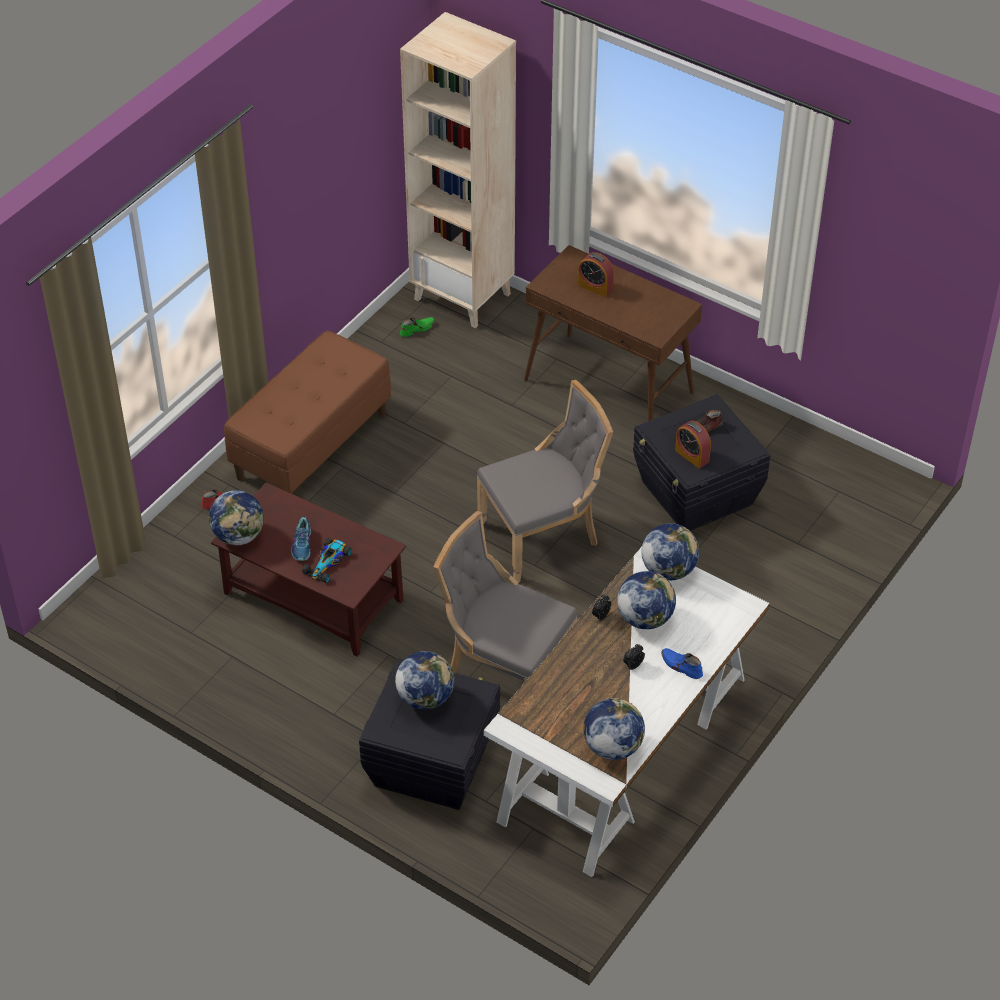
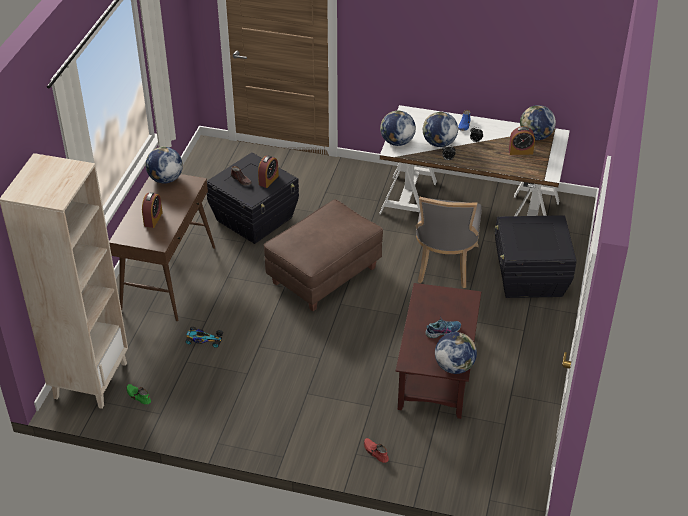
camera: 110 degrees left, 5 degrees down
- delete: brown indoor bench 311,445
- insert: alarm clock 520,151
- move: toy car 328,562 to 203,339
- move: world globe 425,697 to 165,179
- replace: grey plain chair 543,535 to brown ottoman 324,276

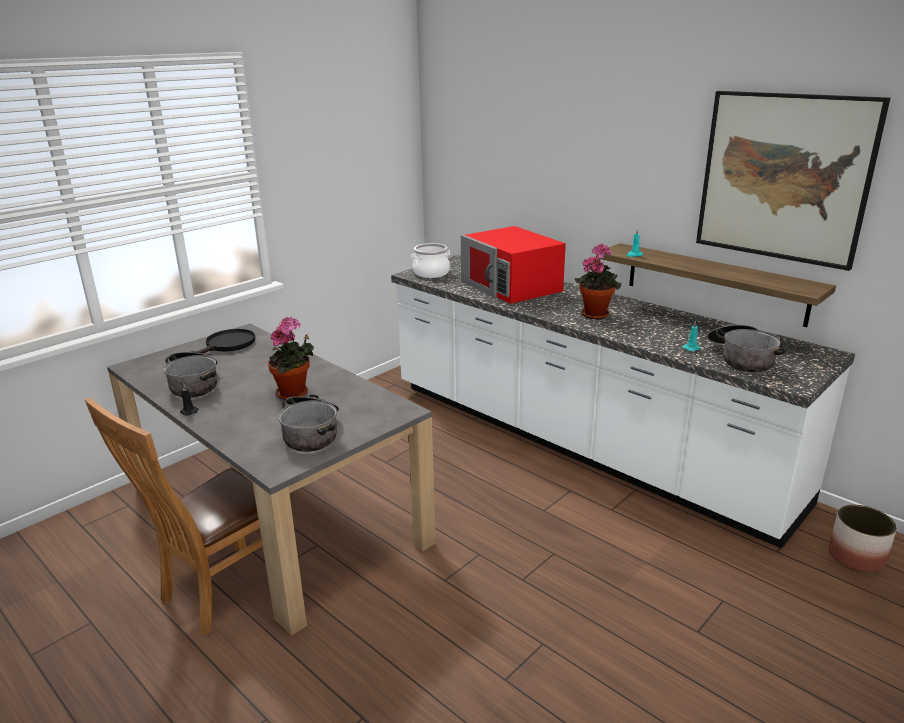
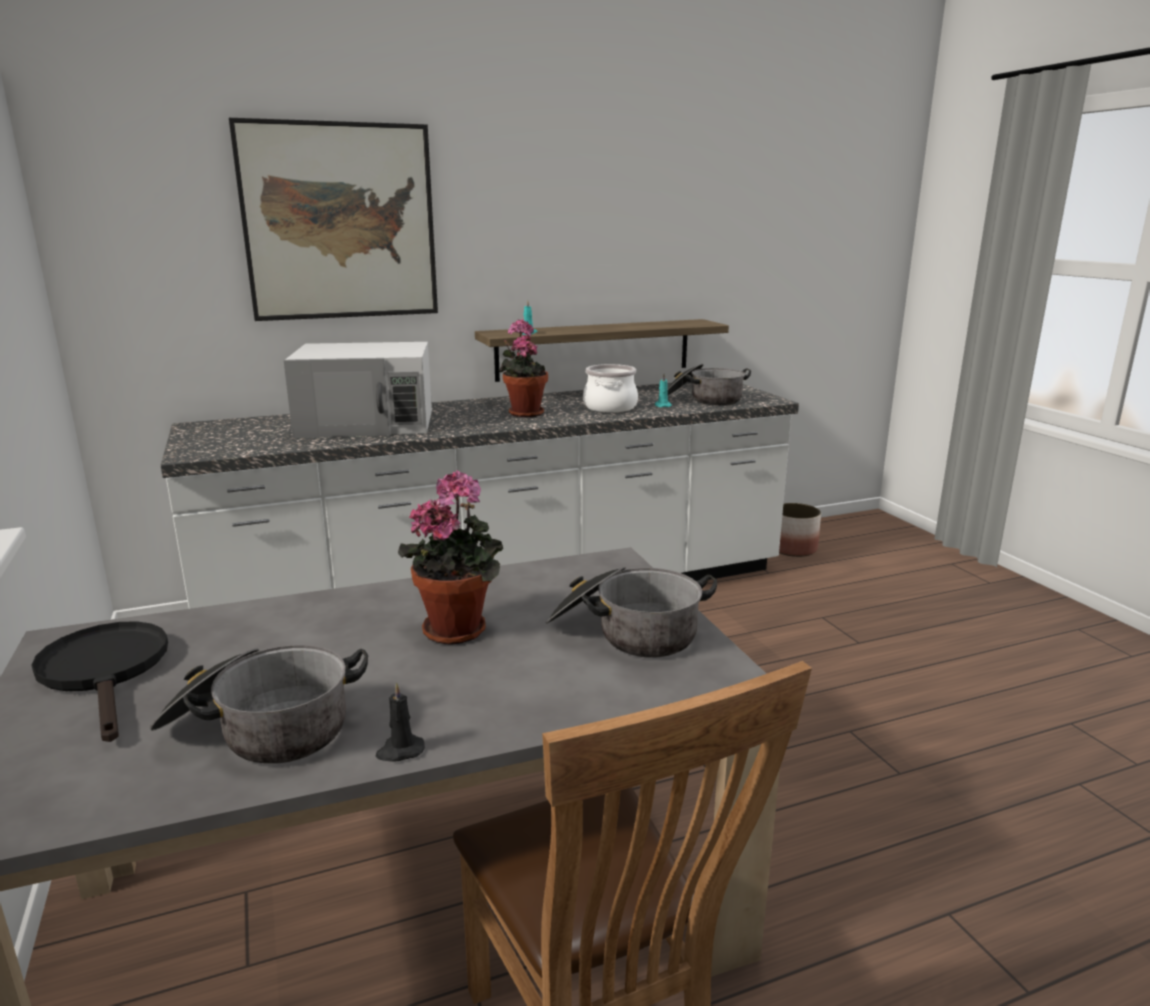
camera: 65 degrees left, 5 degrees down
- move: saucepot 431,273 to 609,407
- move: wall picture 783,177 to 340,222
- recolor: red microwave oven 511,286 to white-coloured microwave oven 368,423

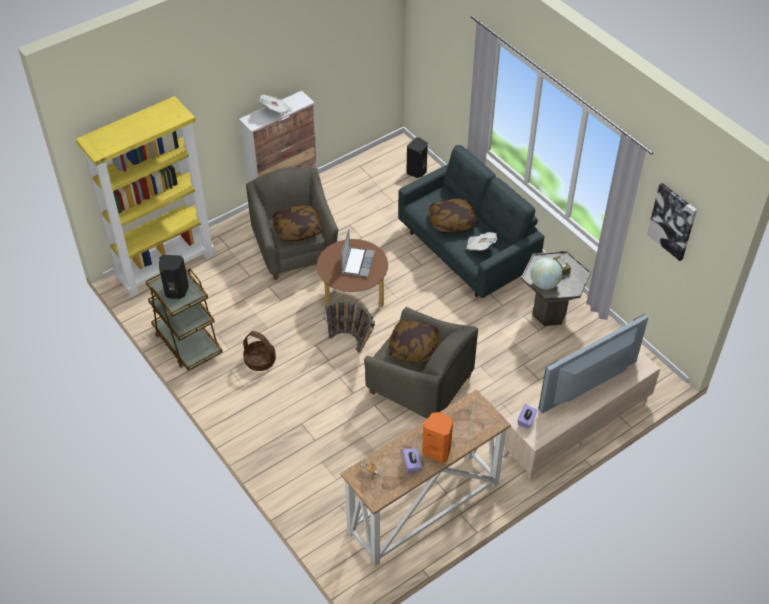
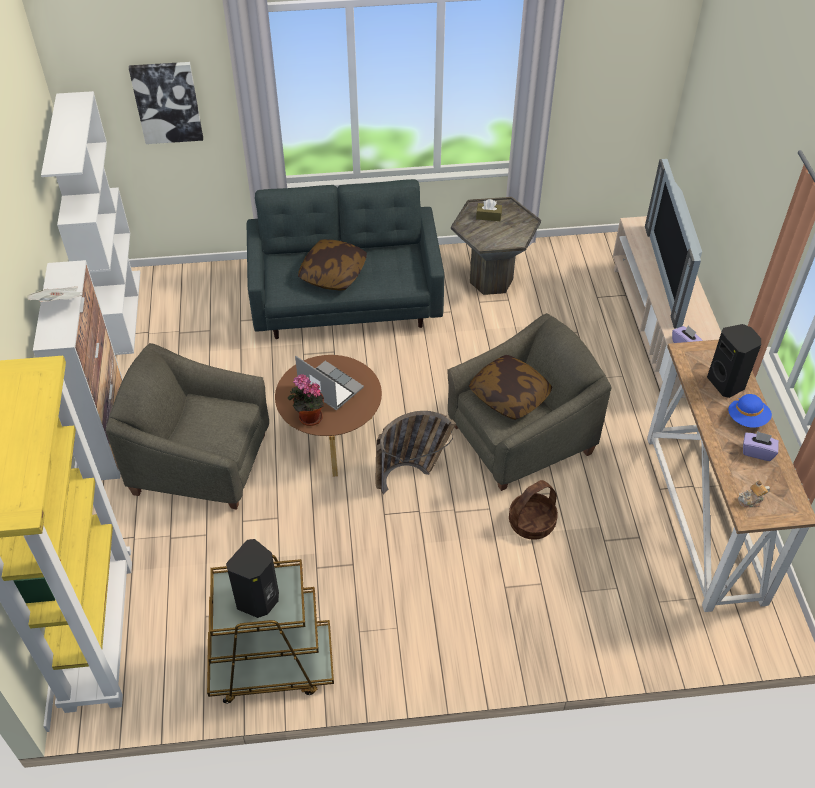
camera: 60 degrees left, 0 degrees up
- delete: cushion 297,229
- delete: daily paper 480,247
- delete: world globe 544,284
- insert: white-coloured bookshelf 120,312
- insert: houseplant 308,418
- move: storage basket 259,360 to 531,523
- move: black-coloured speaker 417,172 to 727,383
- move: wall picture 672,221 to 167,102
- replace: orange-coloured speaker 437,451 to blue-coloured clothing hat 747,418

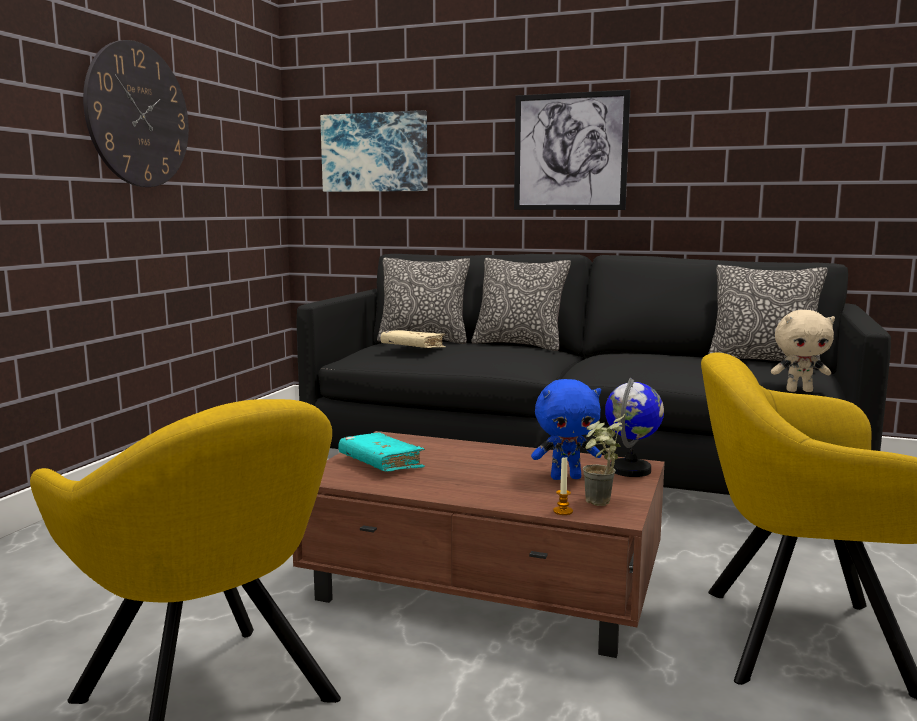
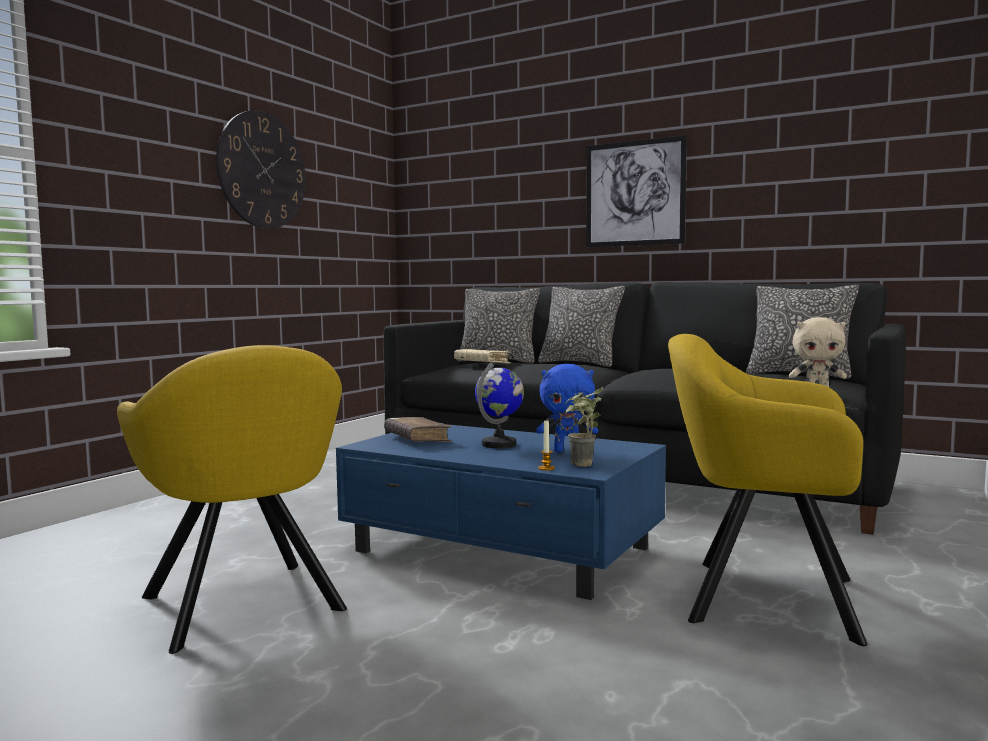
camera: 10 degrees right, 5 degrees down
- delete: wall picture 375,152
- move: world globe 631,470 to 499,444
- recolor: brown lounge table 486,587 to blue-coloured lounge table 503,550
- recolor: blue-green volume 381,463 to brown volume 417,439

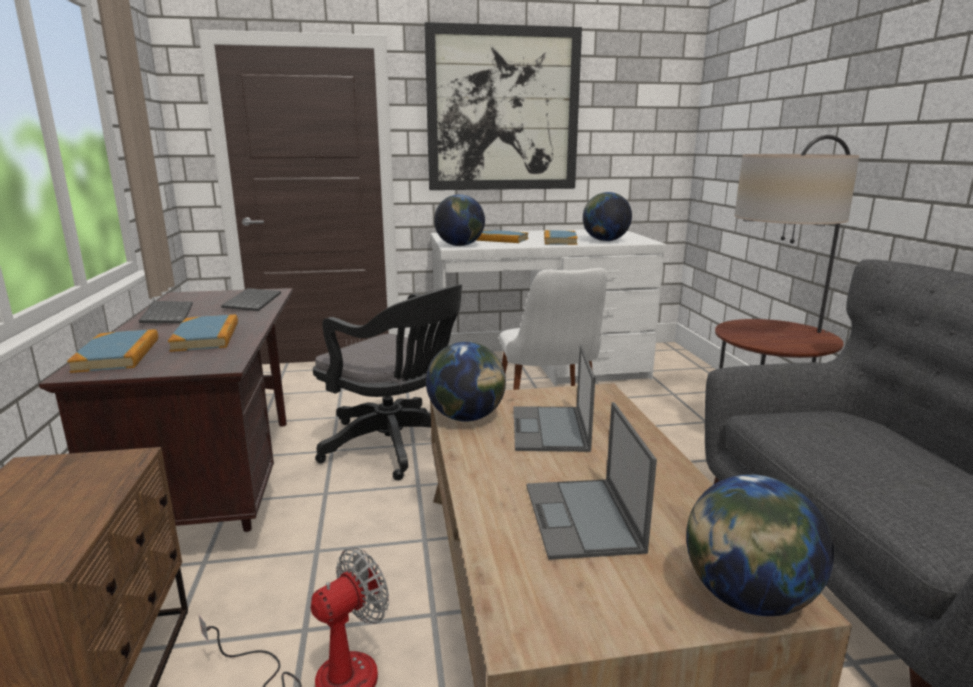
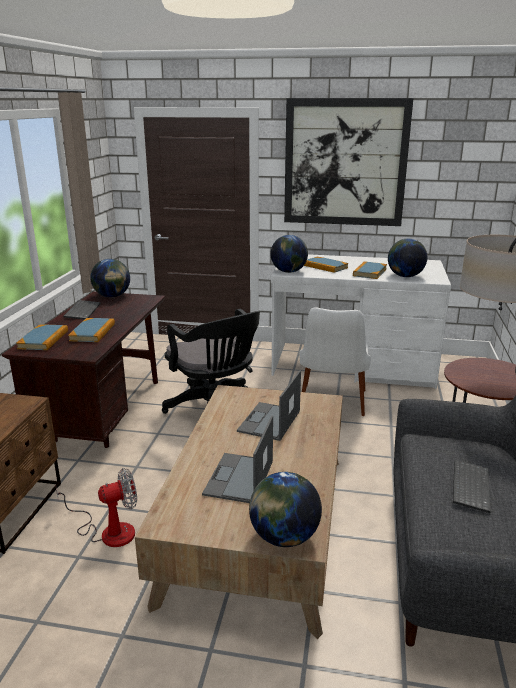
camera: 20 degrees right, 5 degrees up
- move: computer keyboard 252,301 to 469,486
- move: world globe 466,417 to 112,296

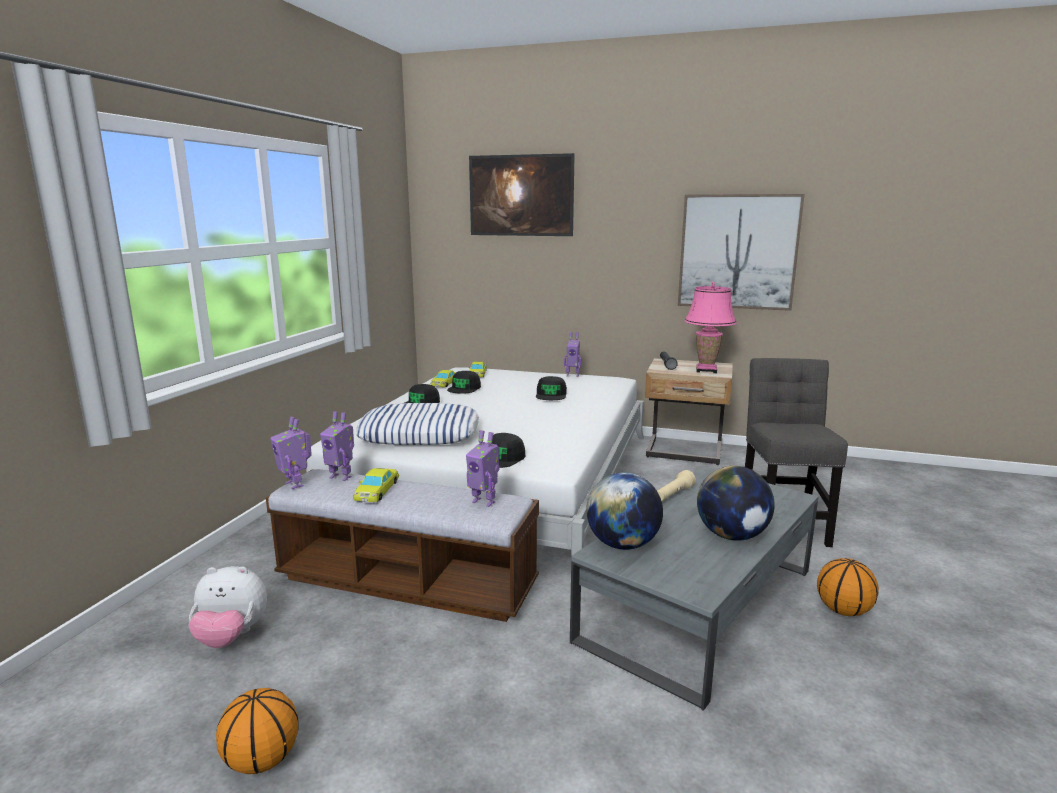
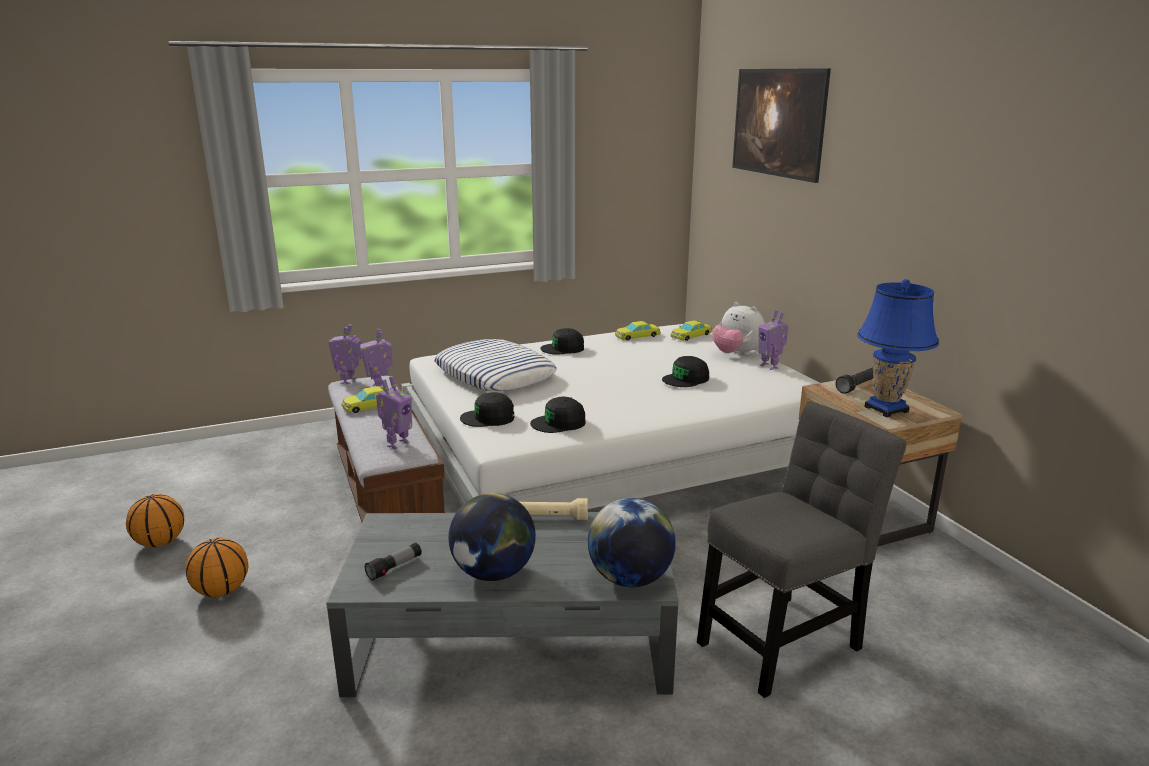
camera: 50 degrees right, 5 degrees up
- delete: wall picture 738,252
- insert: torch 395,568
- move: plush toy 231,637 to 736,354
- move: black-coloured peaked cap 464,388 to 559,423
- move: world globe 622,544 to 630,579
- move: ball for basketball 844,610 to 222,591
- recolor: pink table lamp 706,370 to blue-coloured table lamp 886,409
- rotate: model robot 484,501 = 397,444 135 degrees counterclockwise

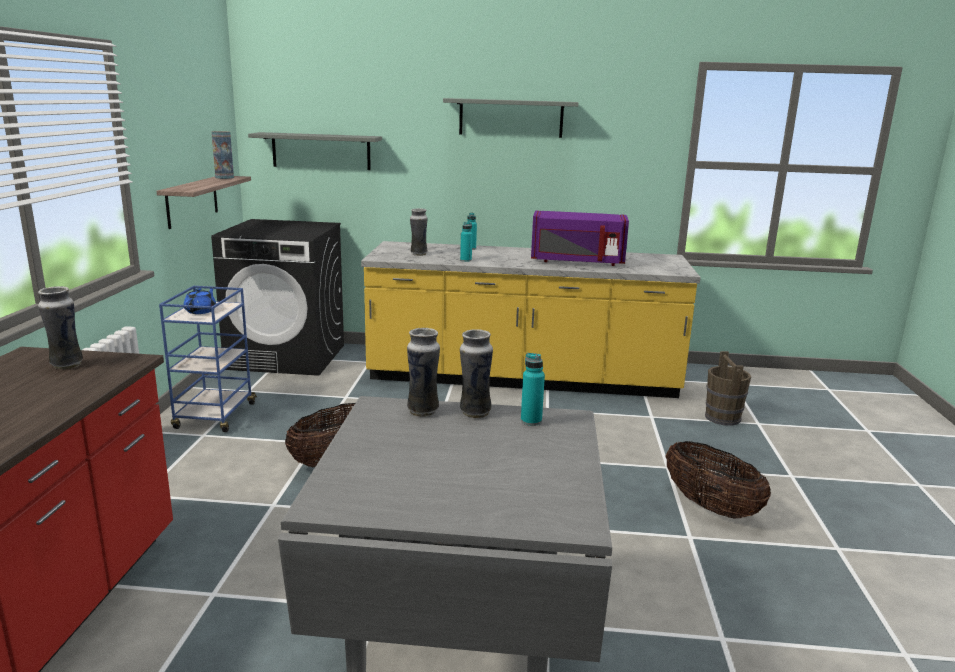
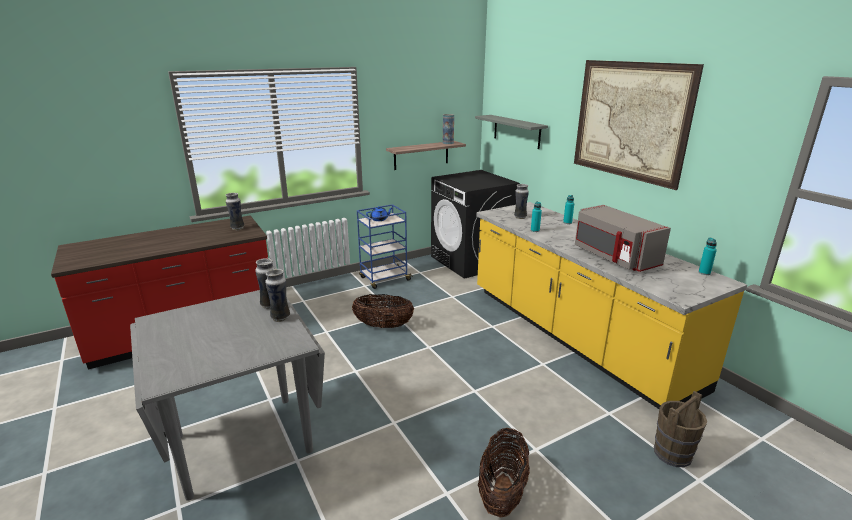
camera: 55 degrees right, 5 degrees up
- move: blue-green beverage bottle 531,421 to 704,273
- replace: grey shelf 511,118 to wall picture 630,121
- recolor: purple microwave oven 577,261 to grey microwave oven 613,257

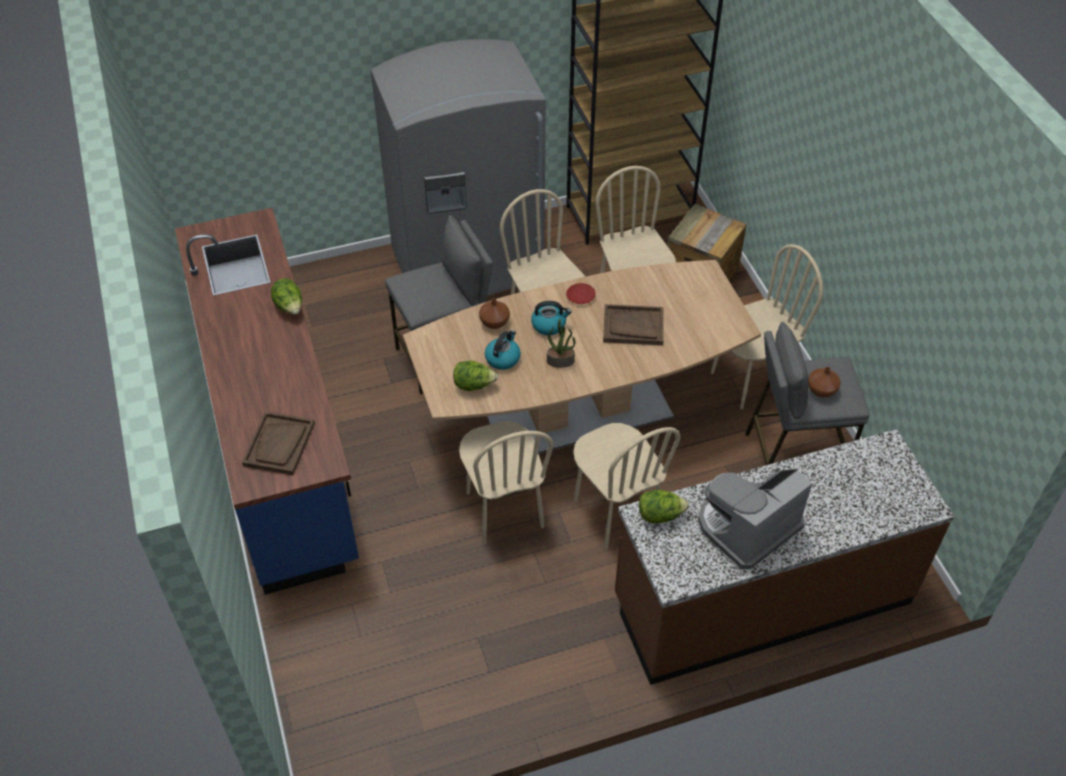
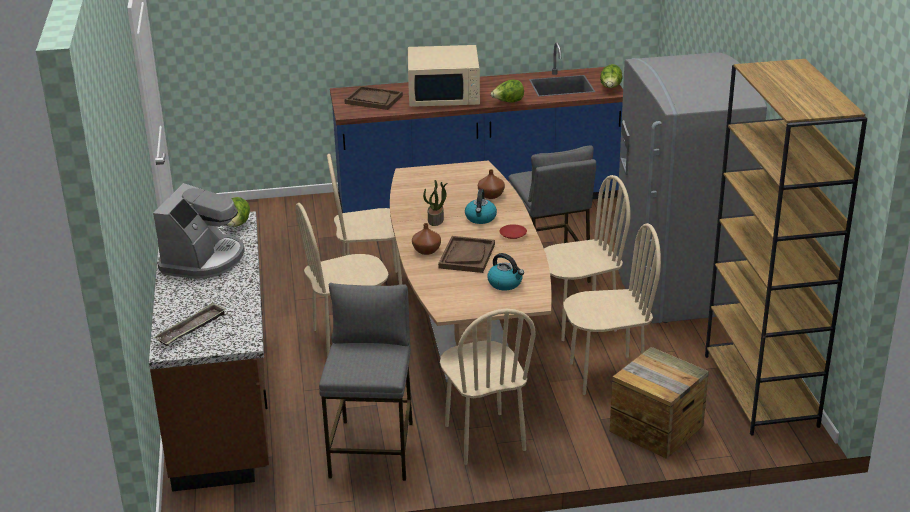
camera: 100 degrees right, 20 degrees down
- insert: tray 191,328
- insert: beige-coloured microwave oven 444,94
- move: head of lettuce 474,385 to 610,88
- move: tea kettle 503,358 to 505,283
- move: brown vase 821,389 to 427,251
- rotate: coffee maker 746,526 = 203,260 45 degrees clockwise

